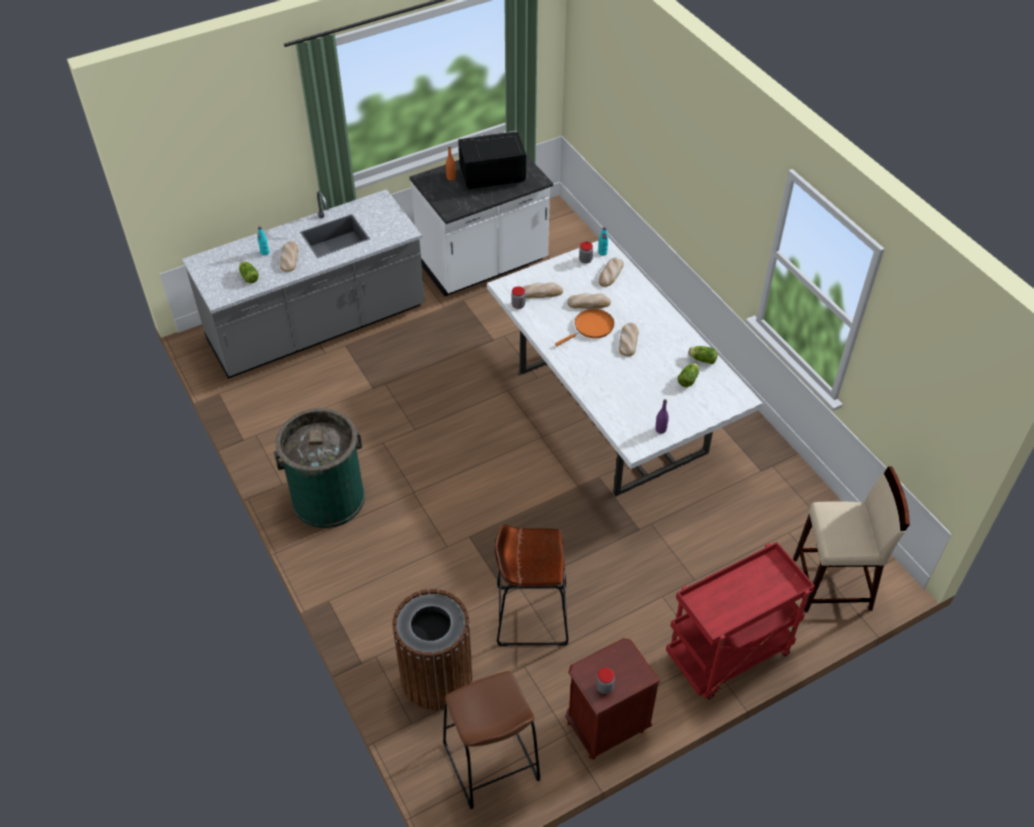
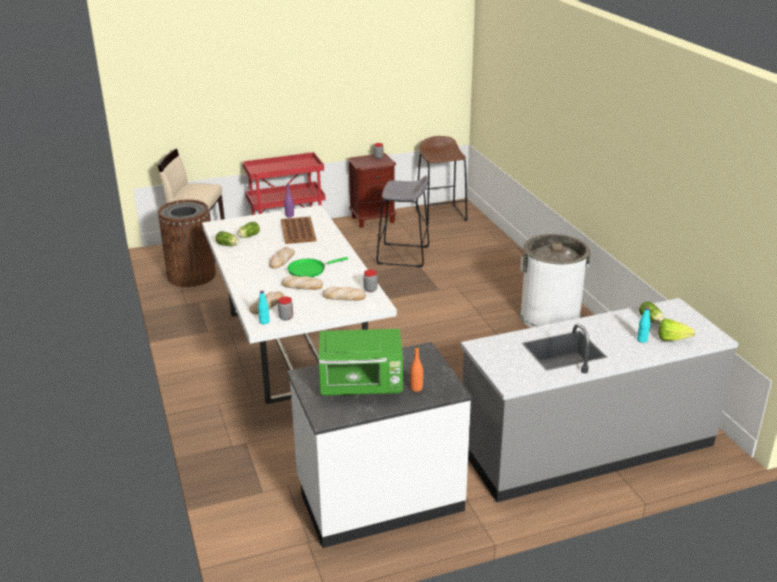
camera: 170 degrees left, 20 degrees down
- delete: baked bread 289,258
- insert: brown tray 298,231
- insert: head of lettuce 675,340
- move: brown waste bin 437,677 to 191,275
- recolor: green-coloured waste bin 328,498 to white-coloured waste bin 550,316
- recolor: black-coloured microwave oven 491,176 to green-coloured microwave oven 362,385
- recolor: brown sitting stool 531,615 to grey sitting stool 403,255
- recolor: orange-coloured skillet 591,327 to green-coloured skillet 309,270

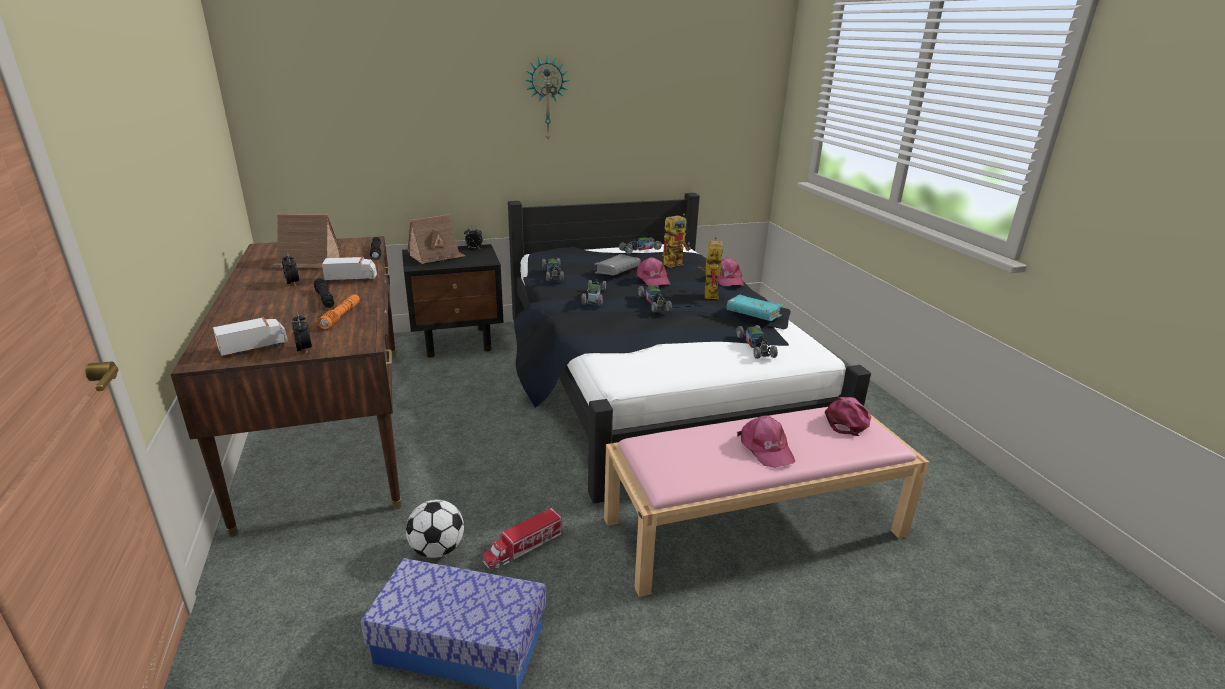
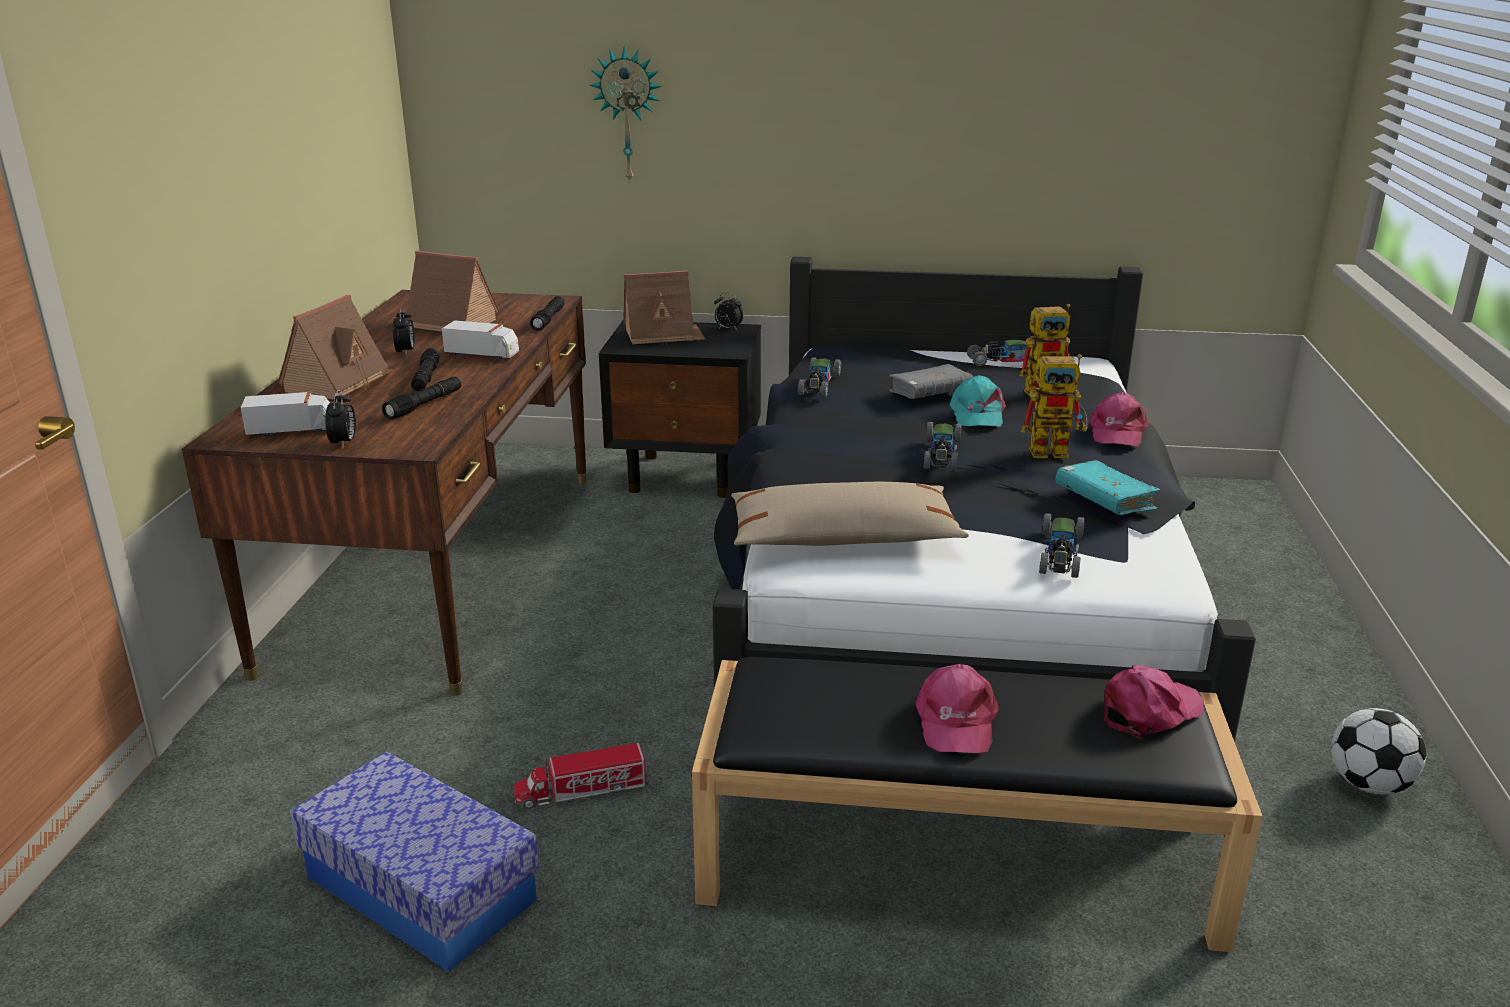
camera: 25 degrees right, 0 degrees up
- delete: toy car 594,297
- insert: toy house 338,382
- insert: beige-coloured cushion 843,538
- move: football 437,549 to 1368,785
- move: clock on the wall 546,99 to 628,115
- recolor: orange-coloured torch 341,316 to black-coloured torch 424,405
- recolor: pink indoor bench 755,526 to black-coloured indoor bench 958,858
- recolor: pink peaked cap 652,279 to blue-green peaked cap 976,414
- rotate: model robot 708,293 = 1057,451 60 degrees clockwise

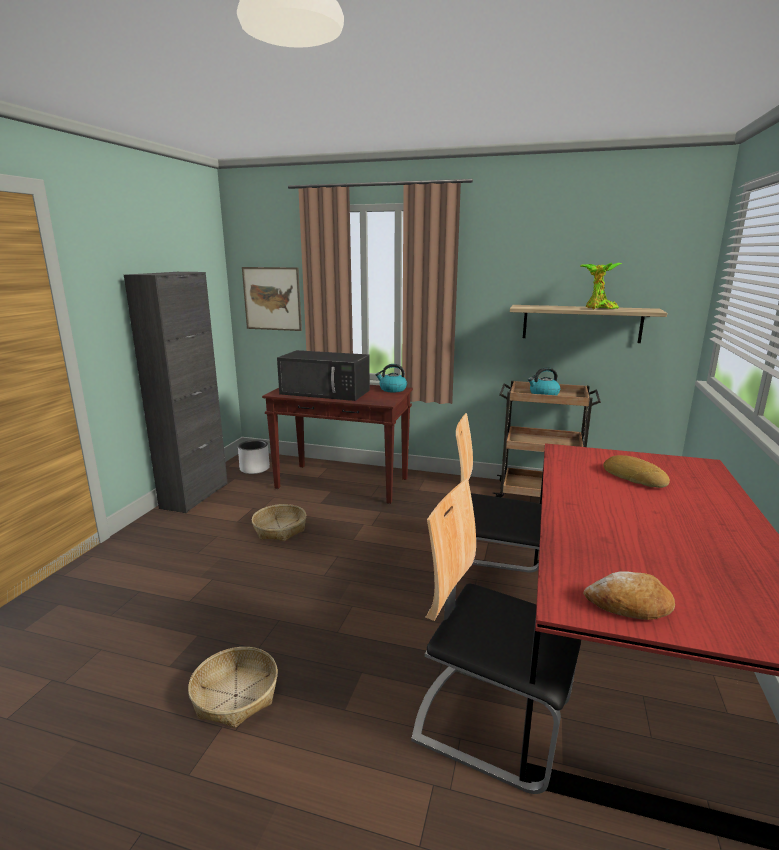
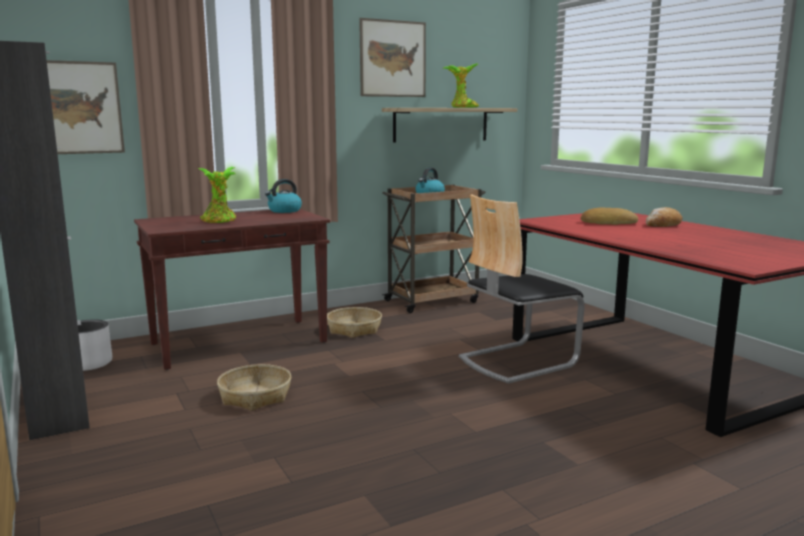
camera: 45 degrees left, 5 degrees down
- delete: plain chair 492,721
- insert: wall picture 393,59
- move: storage basket 235,696 to 354,329
- move: baked bread 629,606 to 662,225
- replace: black-coloured microwave oven 326,392 to houseplant 220,221

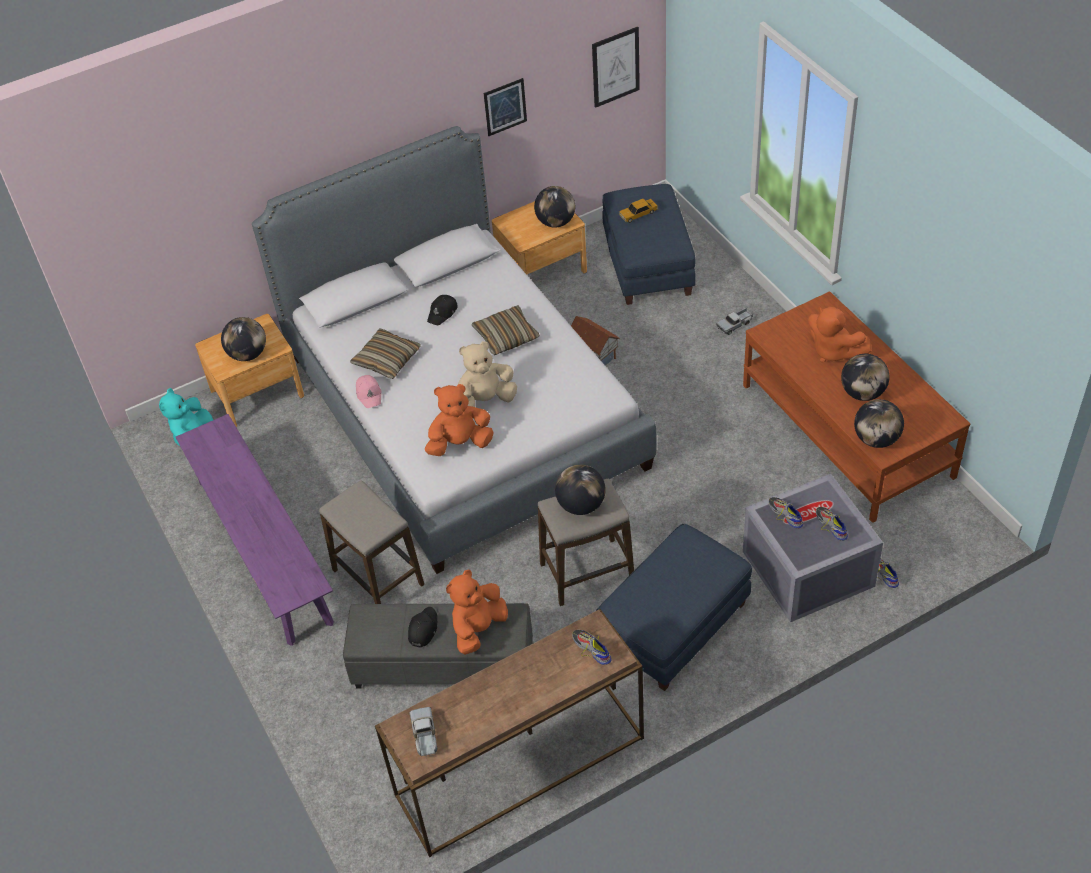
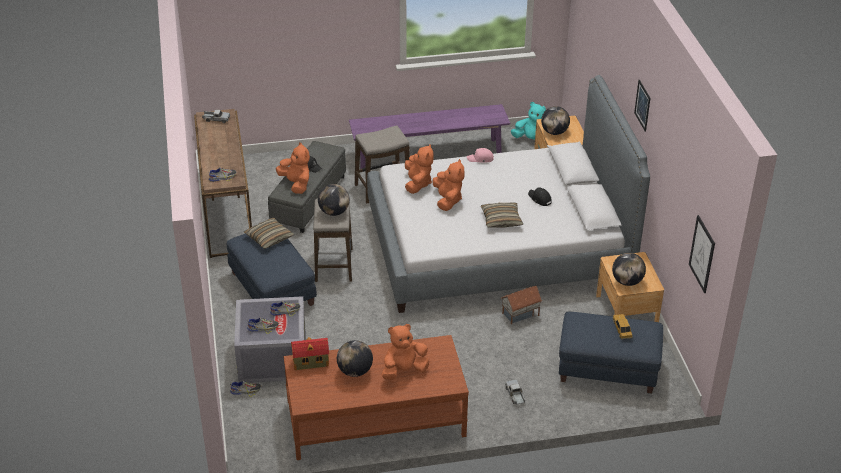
camera: 105 degrees right, 10 degrees down
- move: cushion 387,360 to 269,238
- move: wall picture 505,107 to 642,105
- replace: world globe 876,439 to toy house 310,362
- recolor: beige-coloured plush toy 485,400 to orange-coloured plush toy 448,200

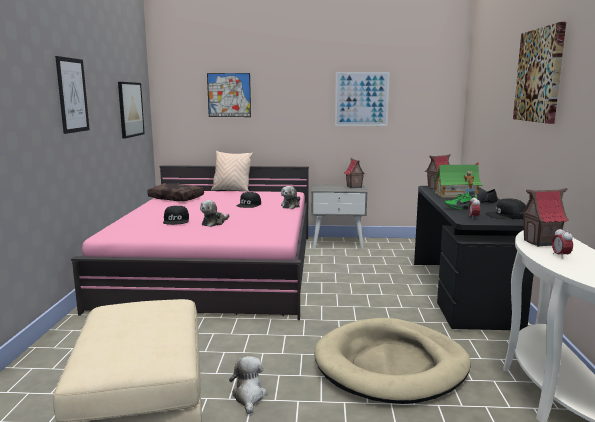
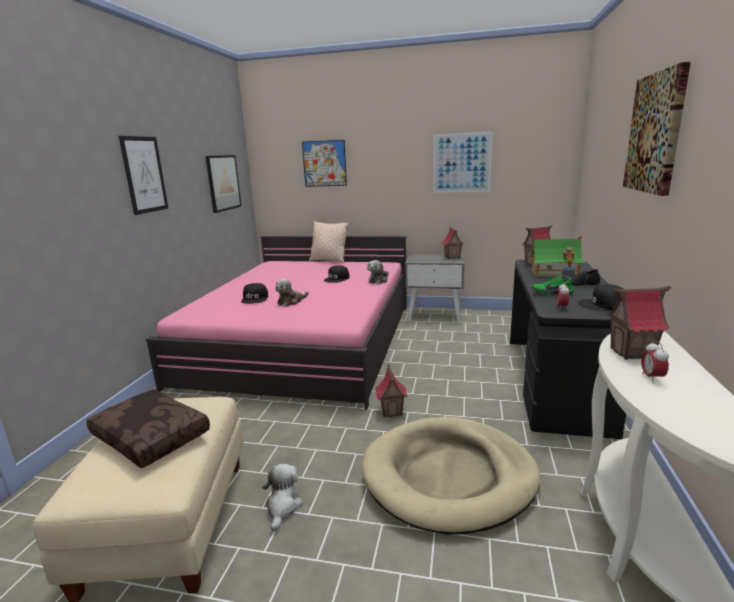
camera: 10 degrees right, 5 degrees up
- insert: toy house 392,411
- move: brown cushion 177,198 to 153,436

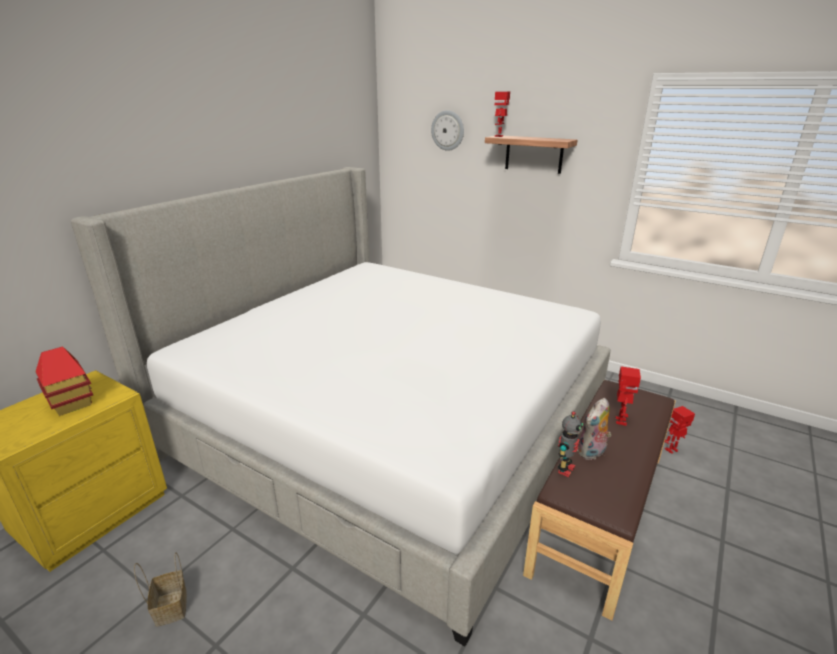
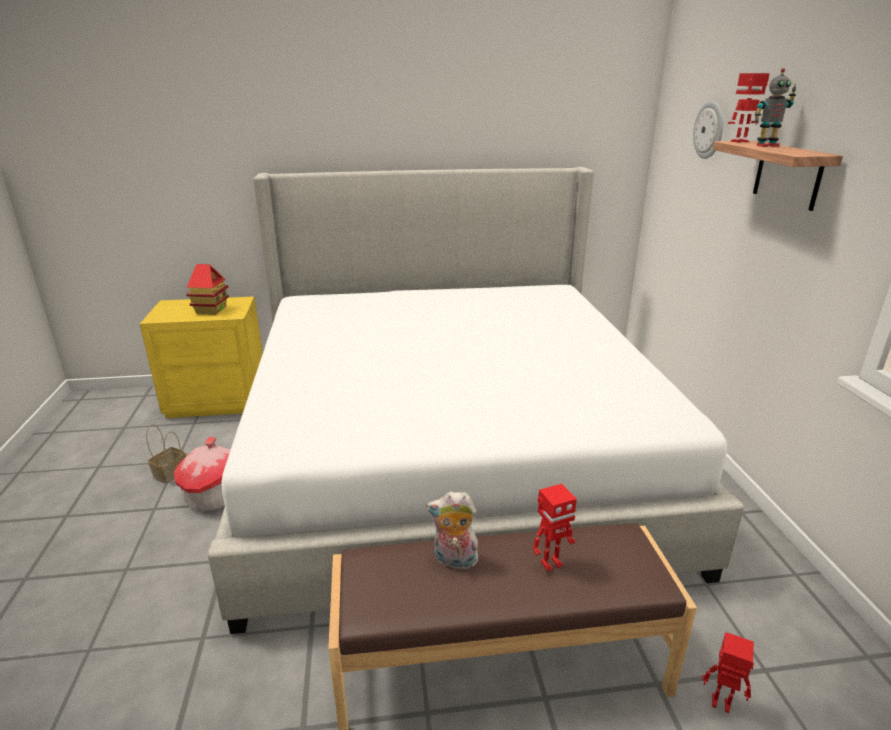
camera: 50 degrees right, 0 degrees up
- insert: toy house 214,495
- move: model robot 564,469 to 766,146

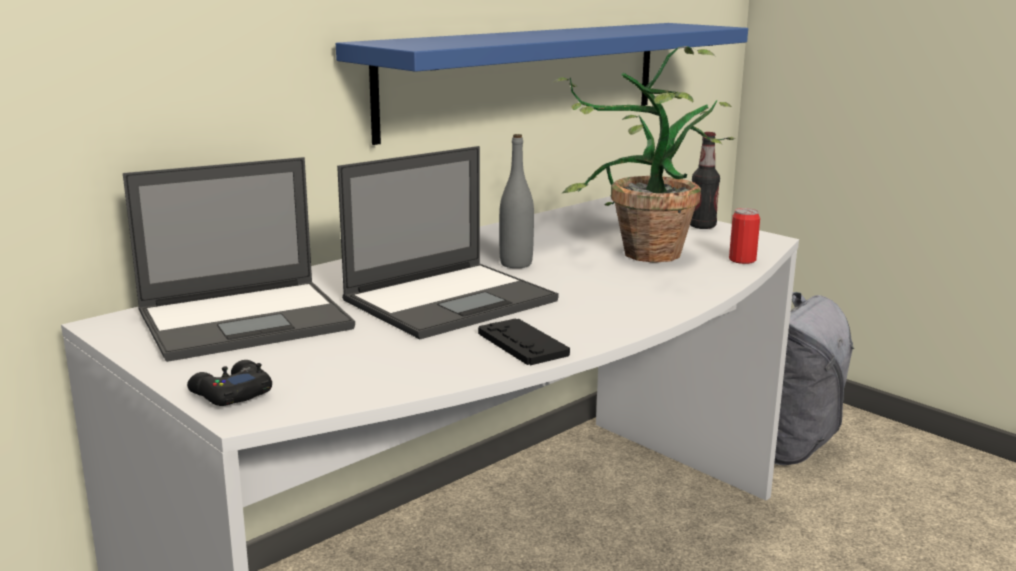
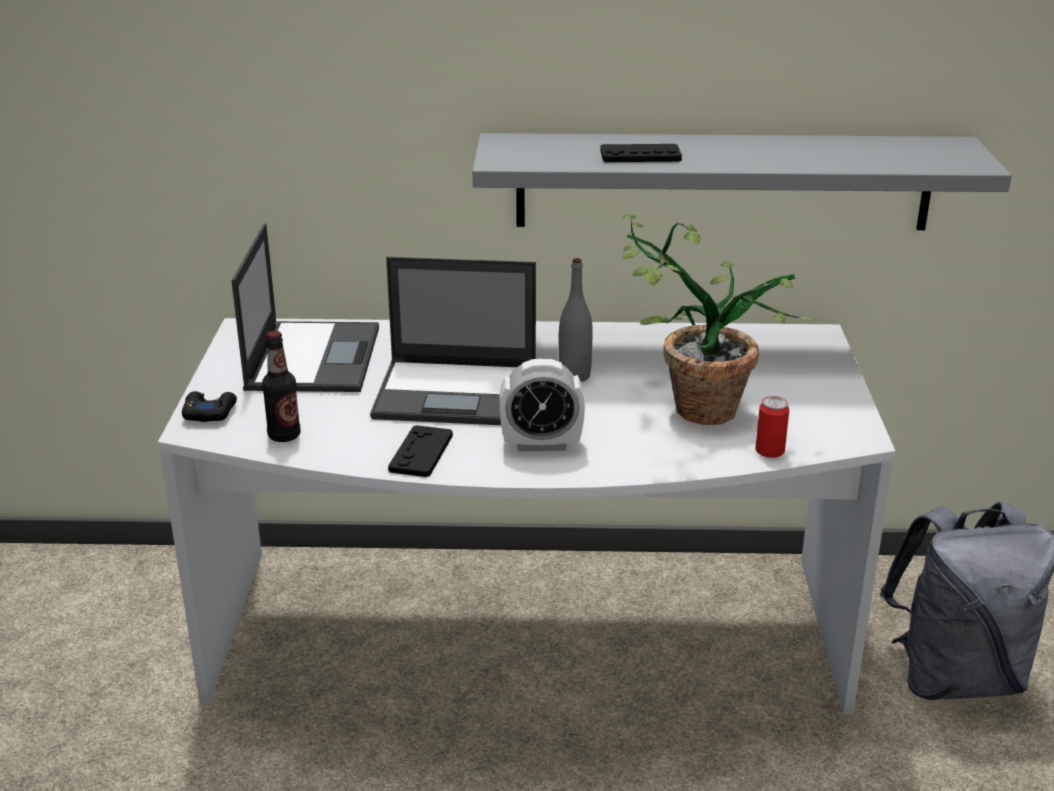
camera: 45 degrees right, 10 degrees up
- insert: alarm clock 541,444
- insert: black-coloured gamepad 640,155
- move: beverage bottle 702,226 to 284,436
- recolor: blue-coloured shelf 526,77 to grey shelf 723,181
- rotate: portable computer 247,320 = 313,357 105 degrees counterclockwise

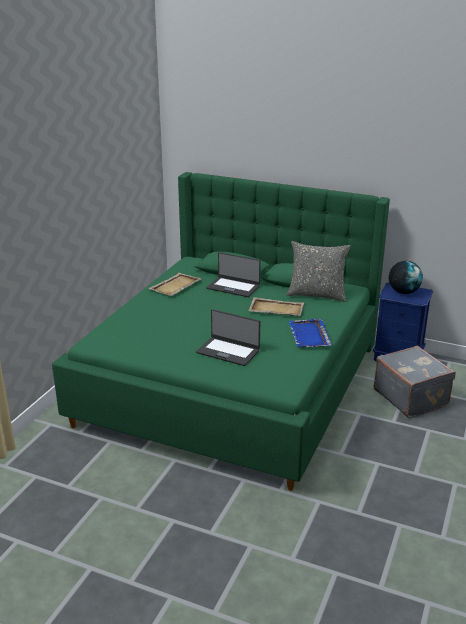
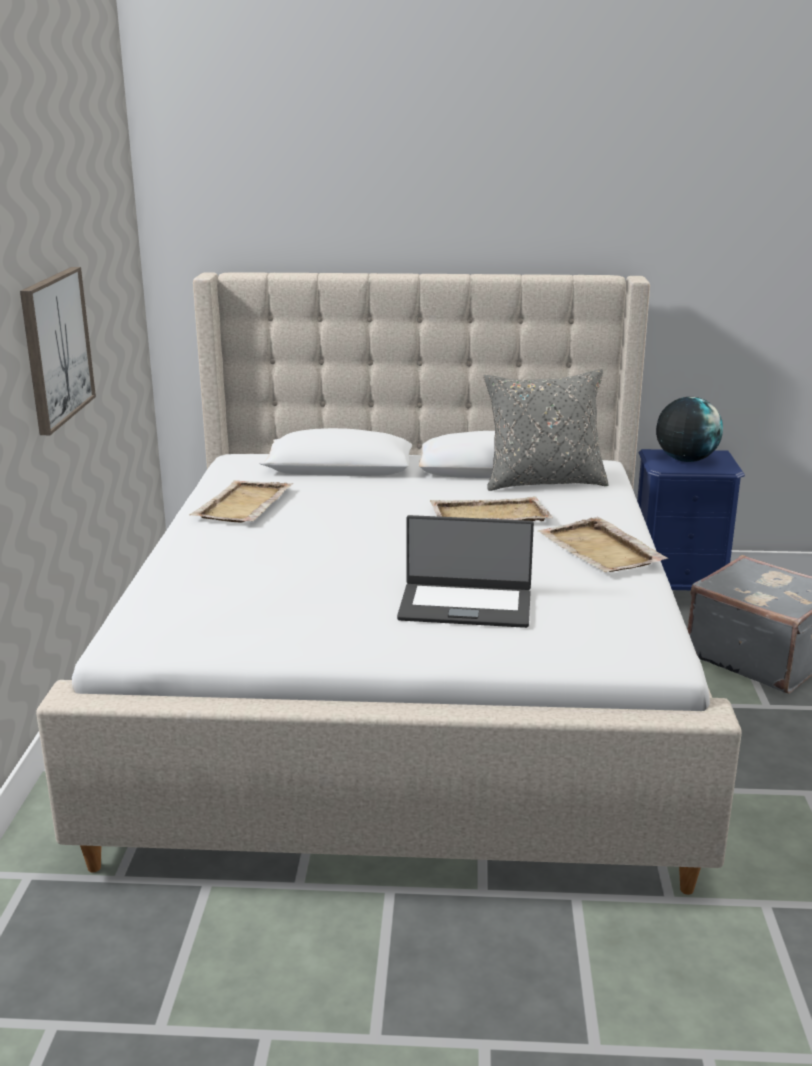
camera: 20 degrees left, 5 degrees down
- delete: portable computer 233,287
- insert: wall picture 55,348
- recolor: green-coloured bedroom bed 233,382 to beige-coloured bedroom bed 408,694
- recolor: blue-coloured tray 309,335 to beige-coloured tray 601,550

